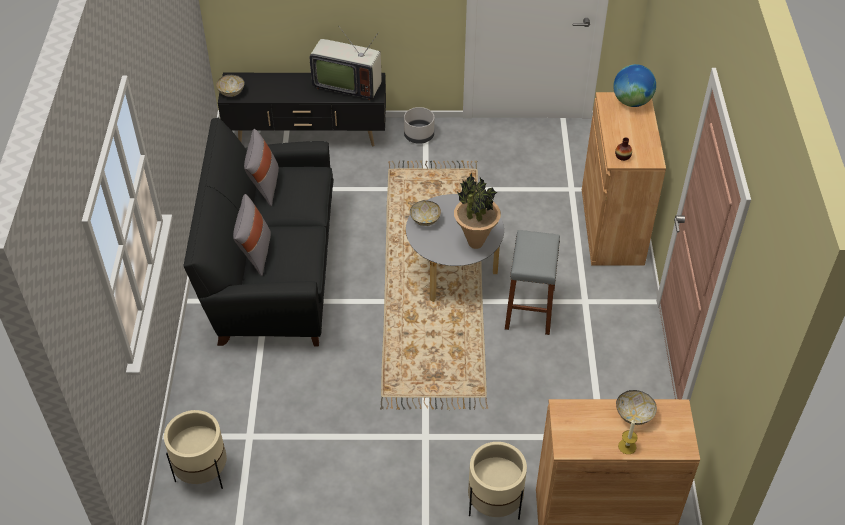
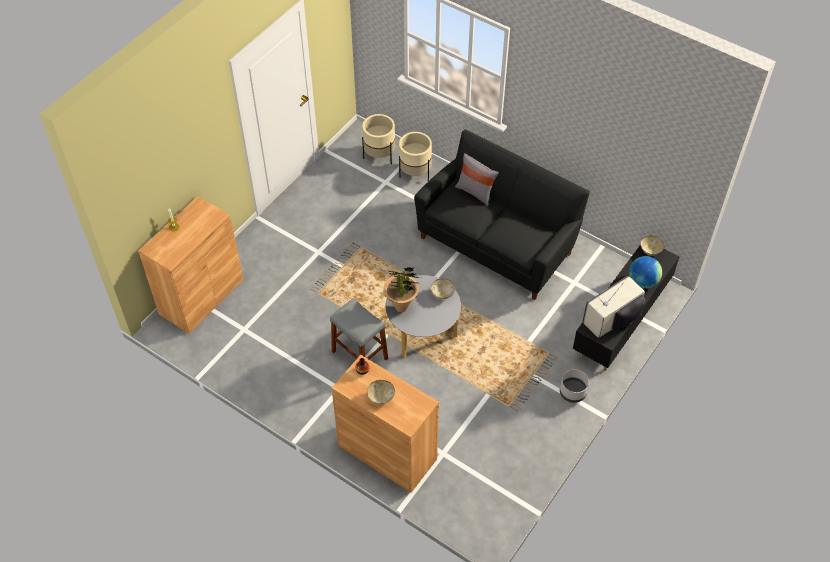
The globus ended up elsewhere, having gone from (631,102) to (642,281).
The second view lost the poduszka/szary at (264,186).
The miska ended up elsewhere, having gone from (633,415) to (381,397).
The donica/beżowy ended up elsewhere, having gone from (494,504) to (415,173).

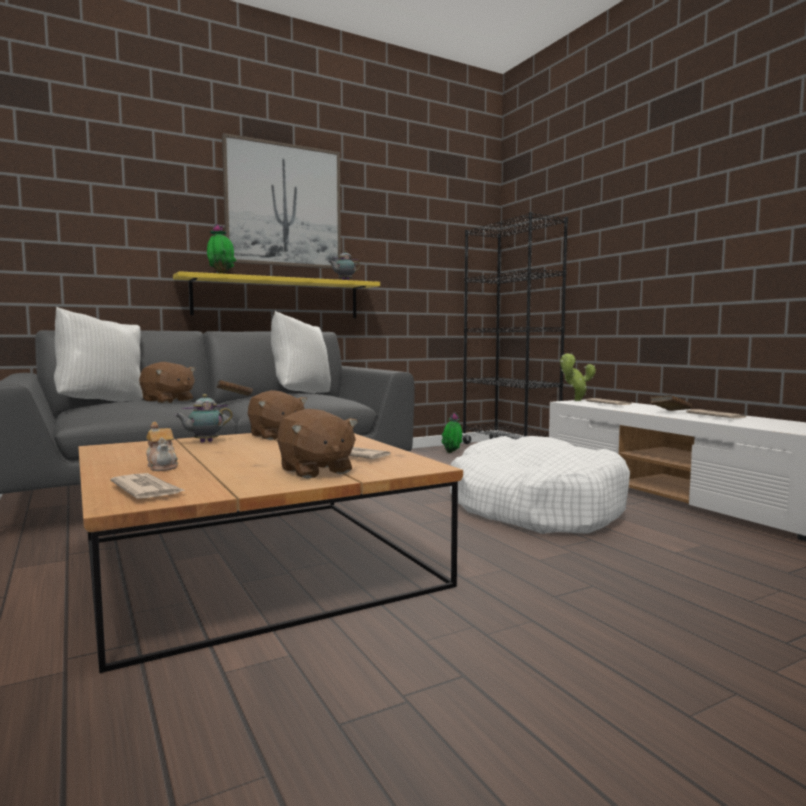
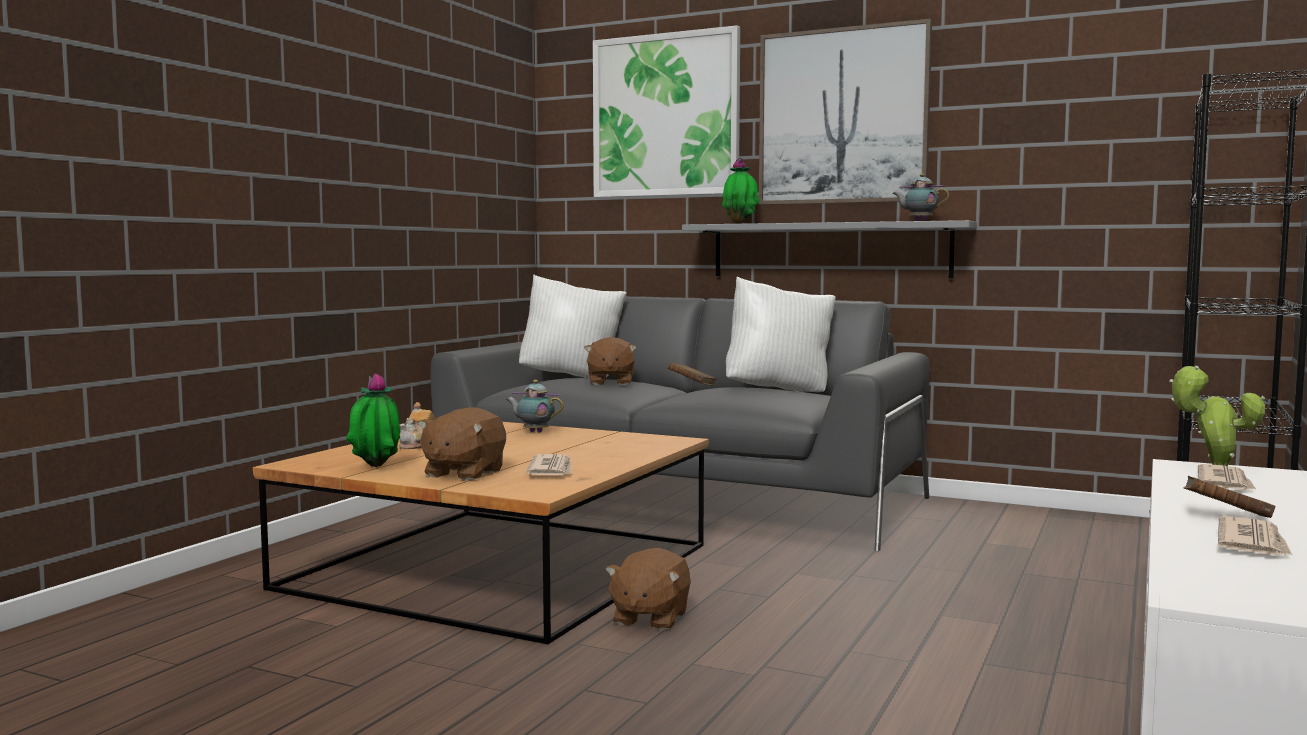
What was the półka/żółty at (278,298) turned into the półka/szary at (829,250).
The pluszak/brązowy ended up elsewhere, having gone from (276,436) to (649,618).
The roślina doniczkowa ended up elsewhere, having gone from (452,453) to (375,468).
The second view lost the legowisko/biały at (534,508).
The second view lost the gazeta at (147,490).
The second view gained the obraz at (666,115).

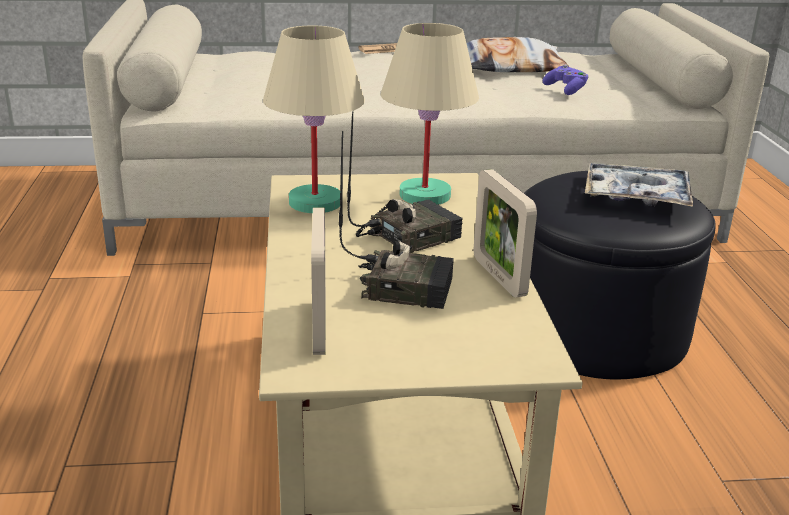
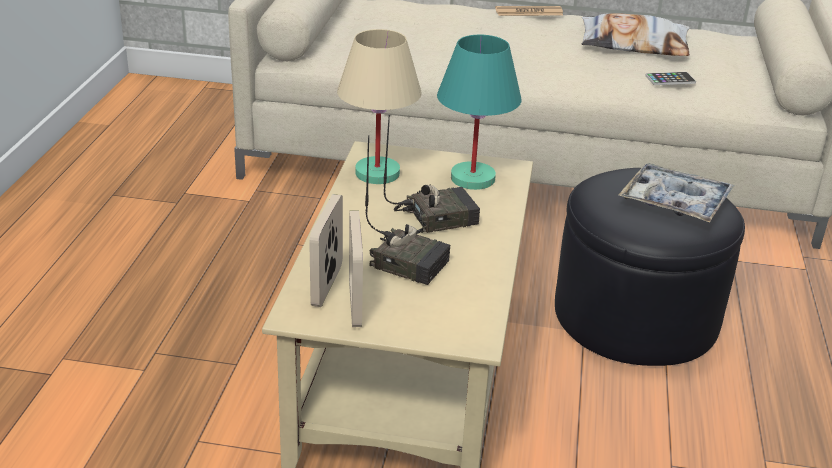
What was the lampa stołowa/beżowy at (425,195) turned into the lampa stołowa/turkusowy at (473,178).
Where the pad do gier/fioletowy stood at (566,90), the telefon came to stand at (670,79).
The ramka na zdjęcie ended up elsewhere, having gone from (499,277) to (355,304).

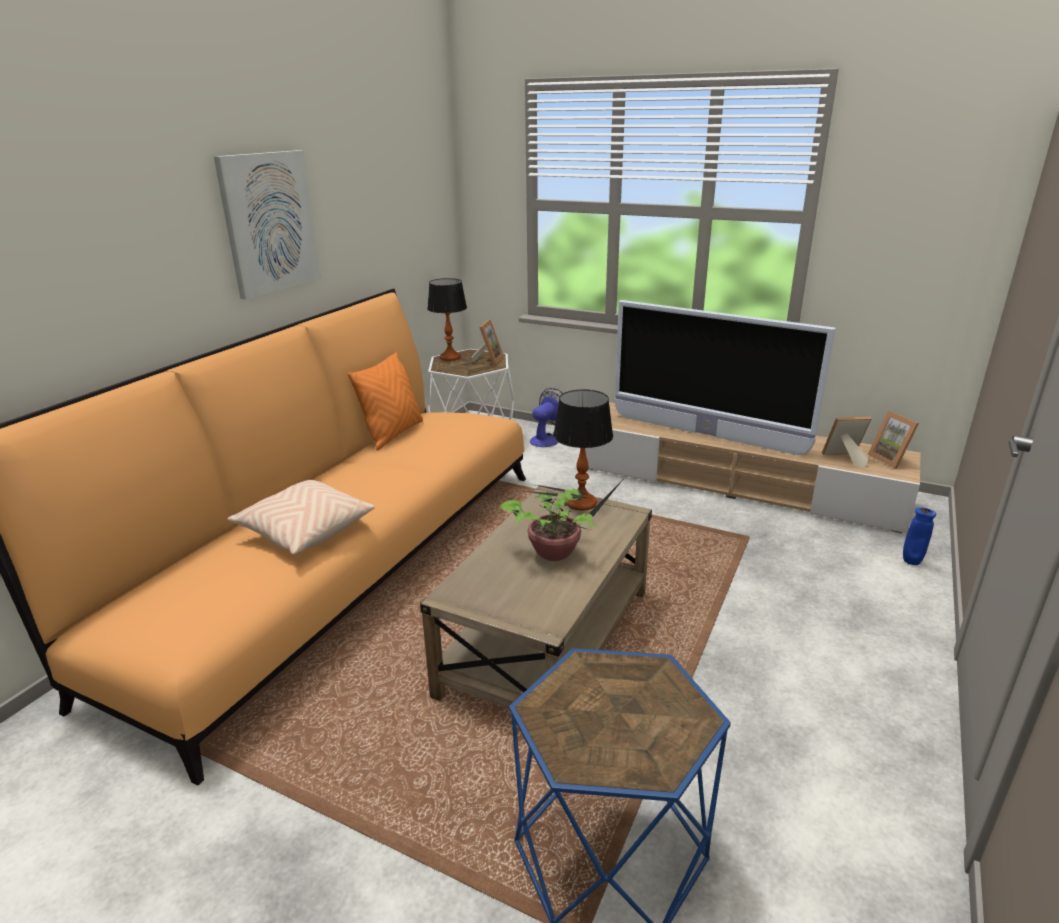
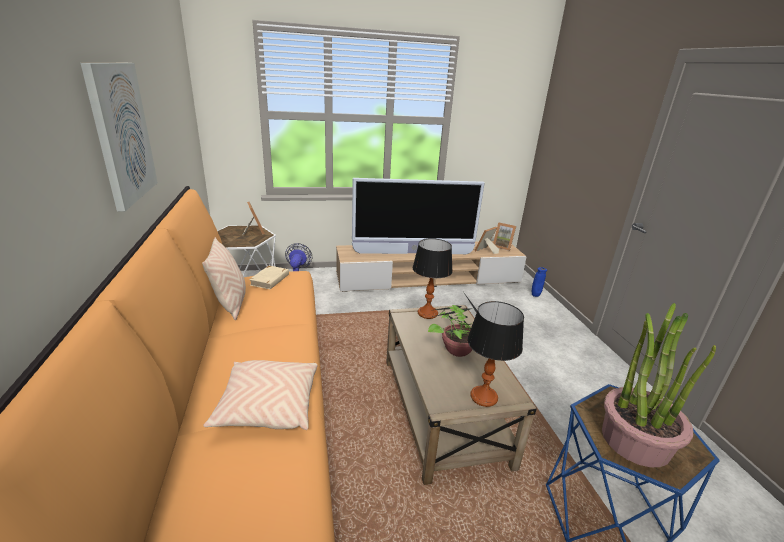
The lampa stołowa ended up elsewhere, having gone from (450,357) to (484,397).
What was the poduszka/pomarańczowy at (392,434) turned into the poduszka/beżowy at (230,303).
The second view gained the książka/beżowy at (270,280).
The second view gained the roślina doniczkowa at (635,439).

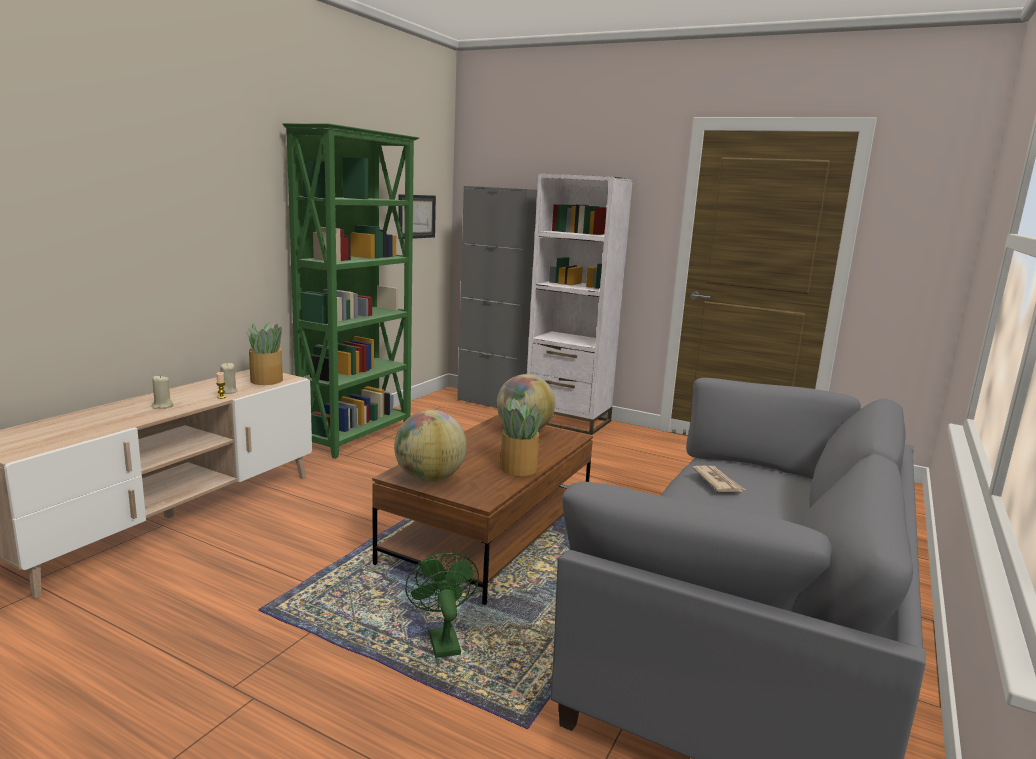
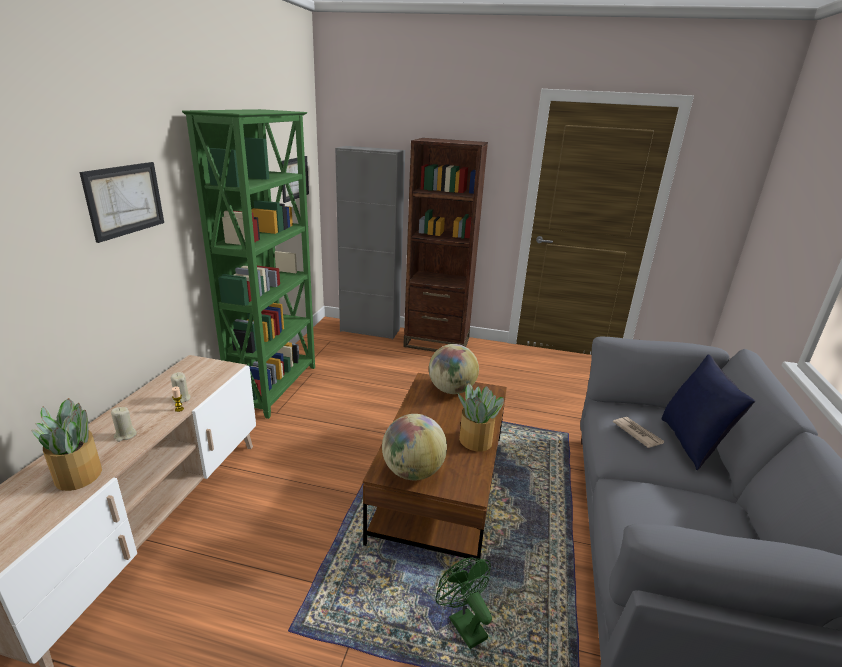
What was the regał/biały at (567,420) turned into the regał/brązowy at (437,342).
The roślina doniczkowa ended up elsewhere, having gone from (267,380) to (79,474).
The second view gained the obraz at (125,200).
The second view gained the poduszka/niebieski at (691,443).

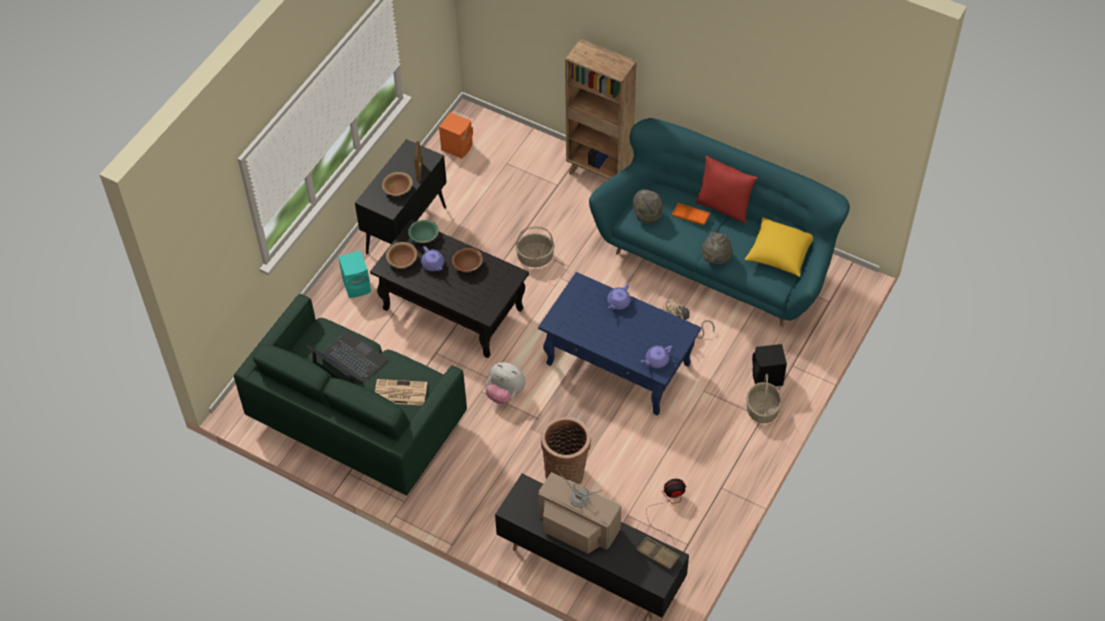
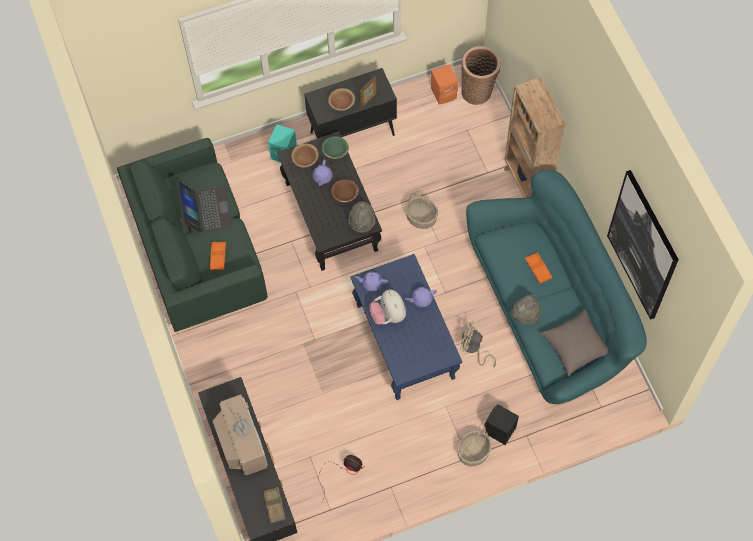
The second view lost the poduszka/czerwony at (723,207).
The kapelusz/szary ended up elsewhere, having gone from (647,214) to (362,223).
What was the poduszka/żółty at (779,255) turned into the poduszka/szary at (575,347).
The imbryk/fioletowy ended up elsewhere, having gone from (656,361) to (371,283).
The pluszak ended up elsewhere, having gone from (505,393) to (388,315).
Where the gazeta stood at (399,393), the taca/pomarańczowy came to stand at (218,257).
The koszyk ended up elsewhere, having gone from (566,472) to (478,91).
The second view gained the obraz at (643,246).

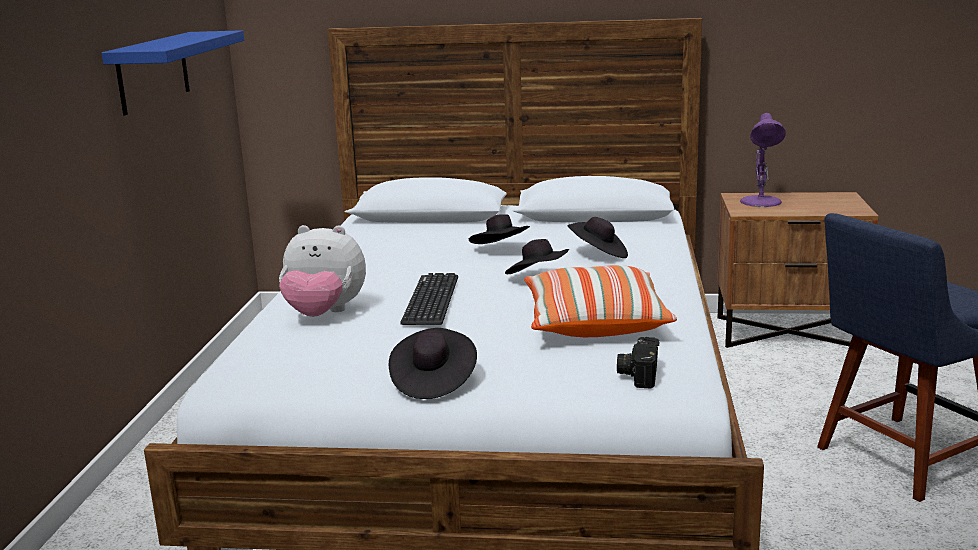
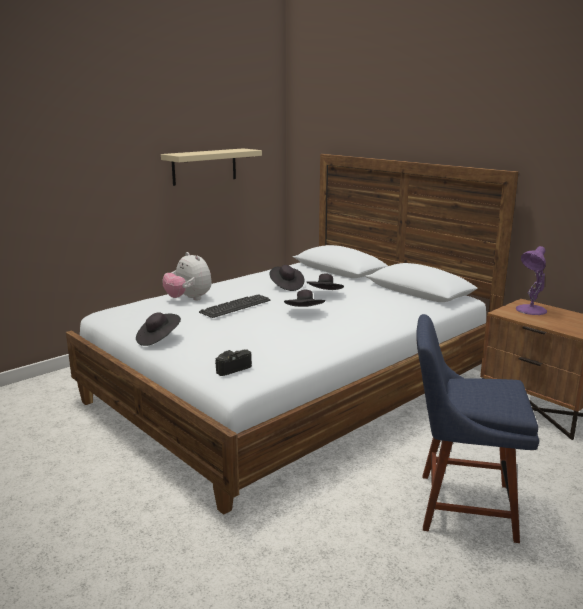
What was the półka/niebieski at (153,72) turned into the półka/beżowy at (204,166).
The kapelusz/czarny ended up elsewhere, having gone from (598,254) to (286,286).
The second view lost the poduszka at (594,323).

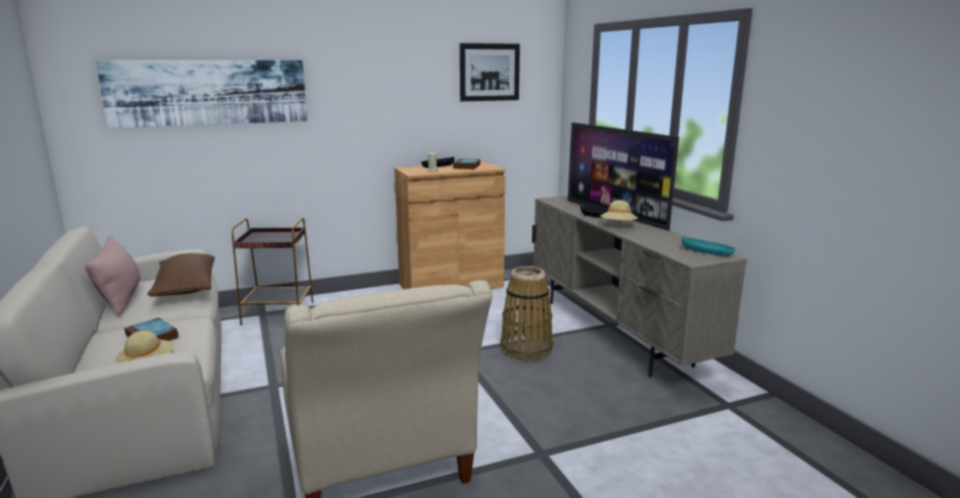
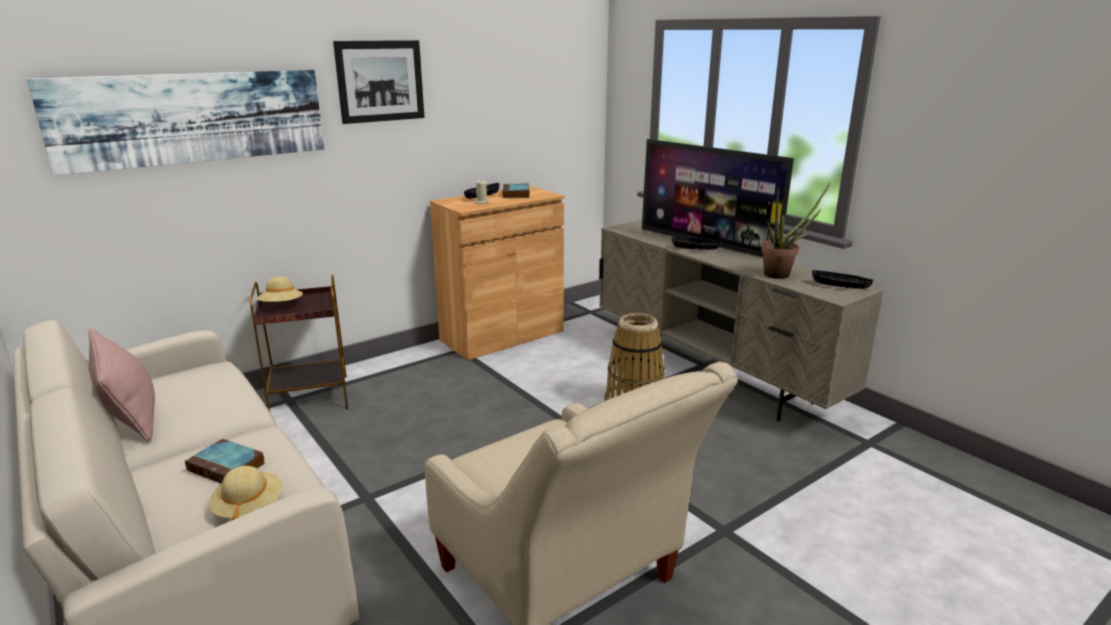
The obraz ended up elsewhere, having gone from (489,72) to (380,81).
The kapelusz/beżowy ended up elsewhere, having gone from (618,226) to (282,306).
What was the miska/turkusowy at (706,252) turned into the miska/czarny at (840,286).
The second view lost the poduszka/brązowy at (186,288).
The second view gained the roślina doniczkowa at (782,274).

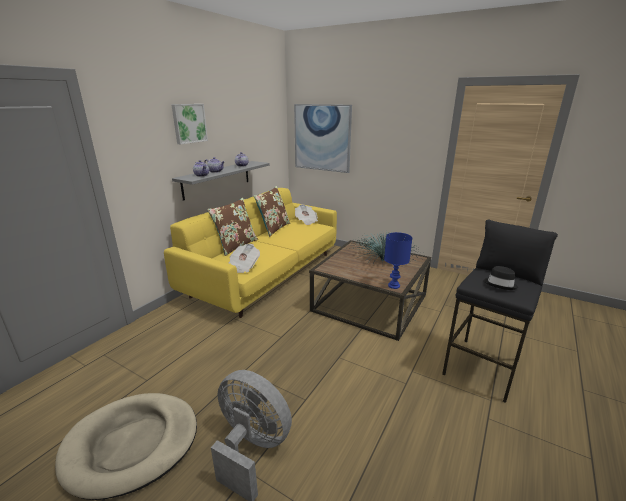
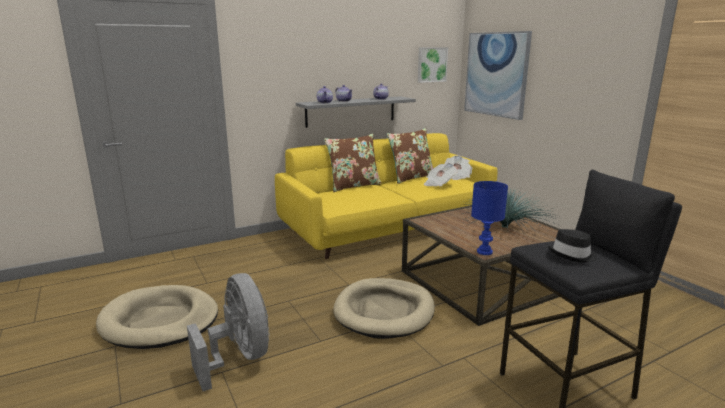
The obraz ended up elsewhere, having gone from (189,123) to (431,64).
The gazeta ended up elsewhere, having gone from (243,267) to (439,183).
The second view gained the legowisko/beżowy at (384,311).

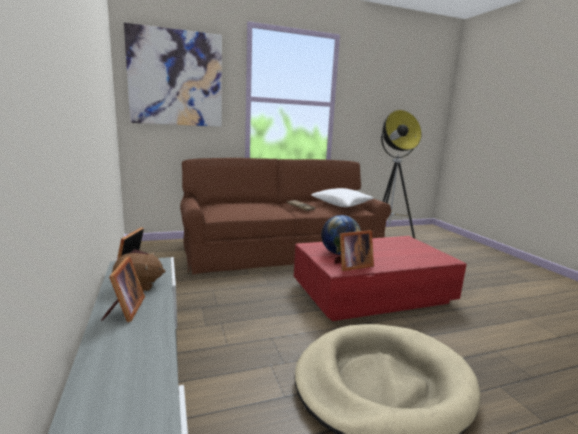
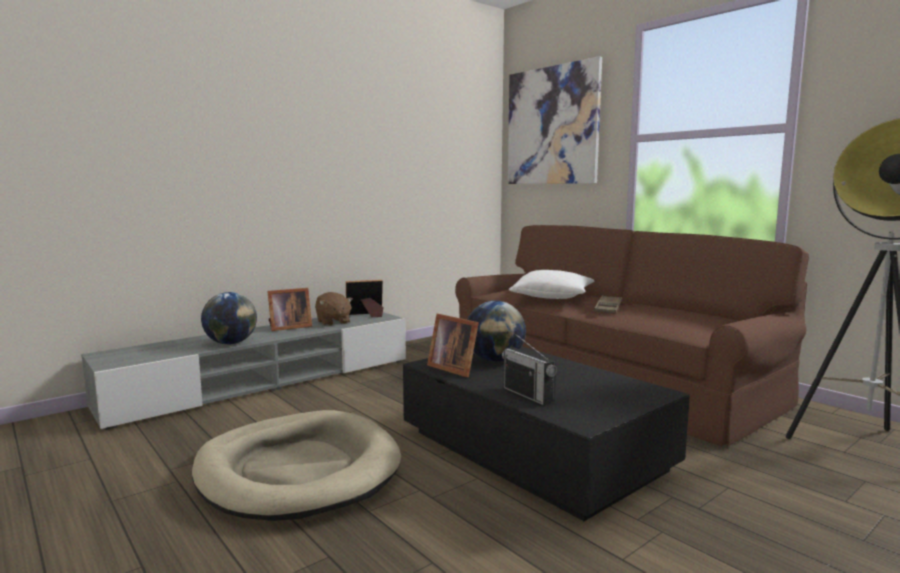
The poduszka/biały ended up elsewhere, having gone from (341,205) to (553,297).
What was the ława/czerwony at (372,294) turned into the ława/czarny at (534,451).
The second view gained the globus at (231,343).
The second view gained the radio at (528,395).

